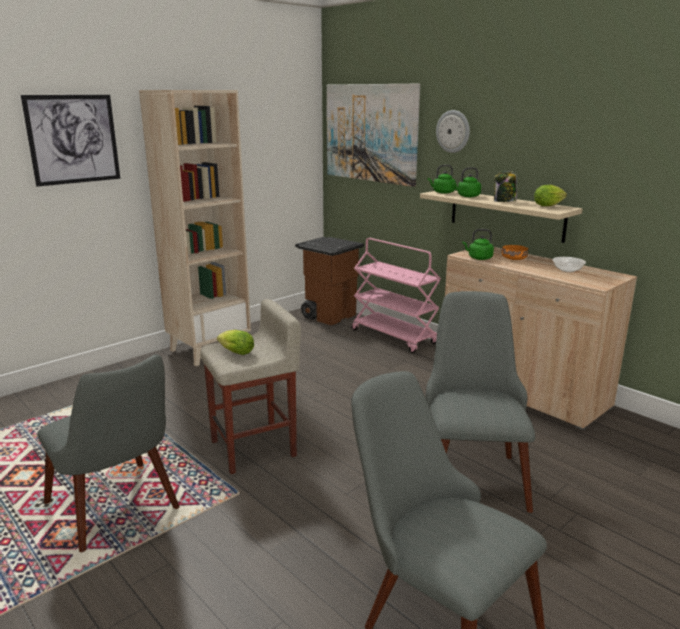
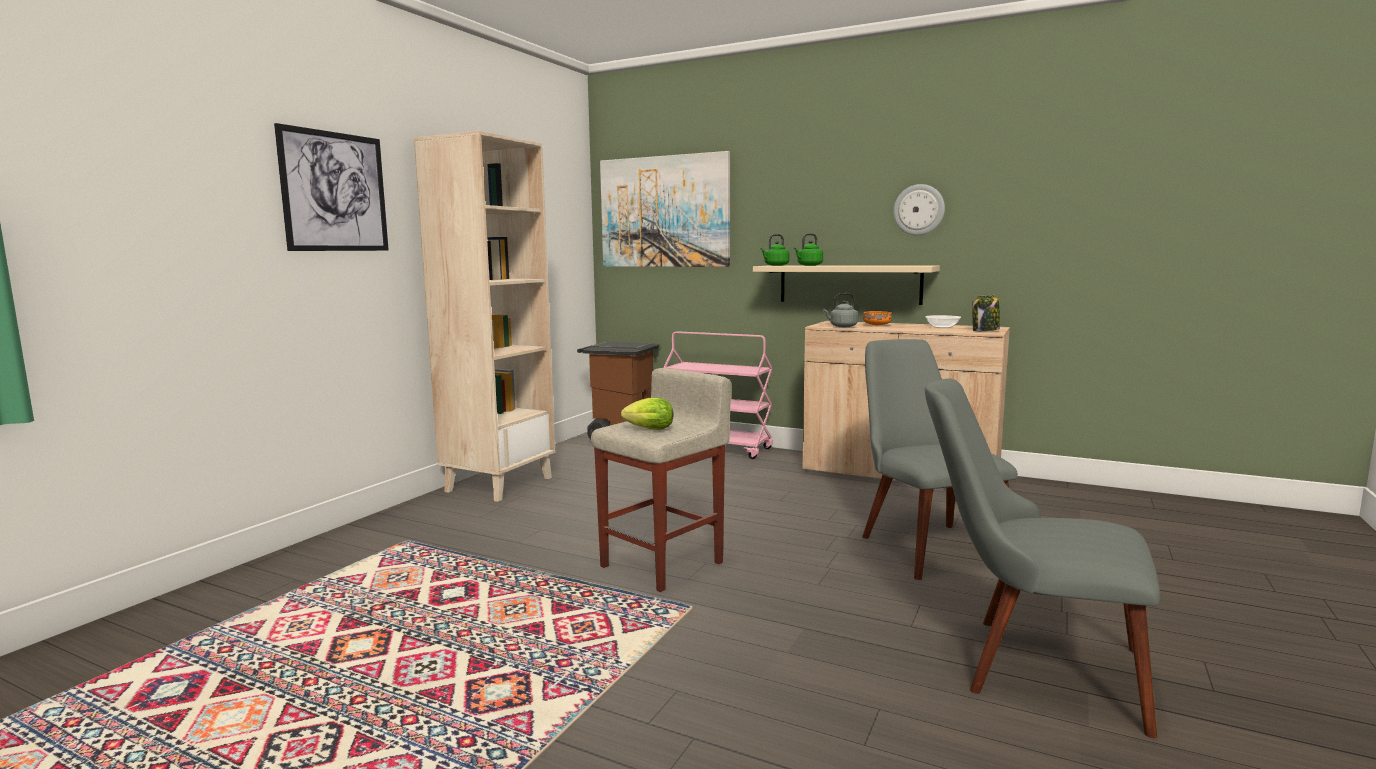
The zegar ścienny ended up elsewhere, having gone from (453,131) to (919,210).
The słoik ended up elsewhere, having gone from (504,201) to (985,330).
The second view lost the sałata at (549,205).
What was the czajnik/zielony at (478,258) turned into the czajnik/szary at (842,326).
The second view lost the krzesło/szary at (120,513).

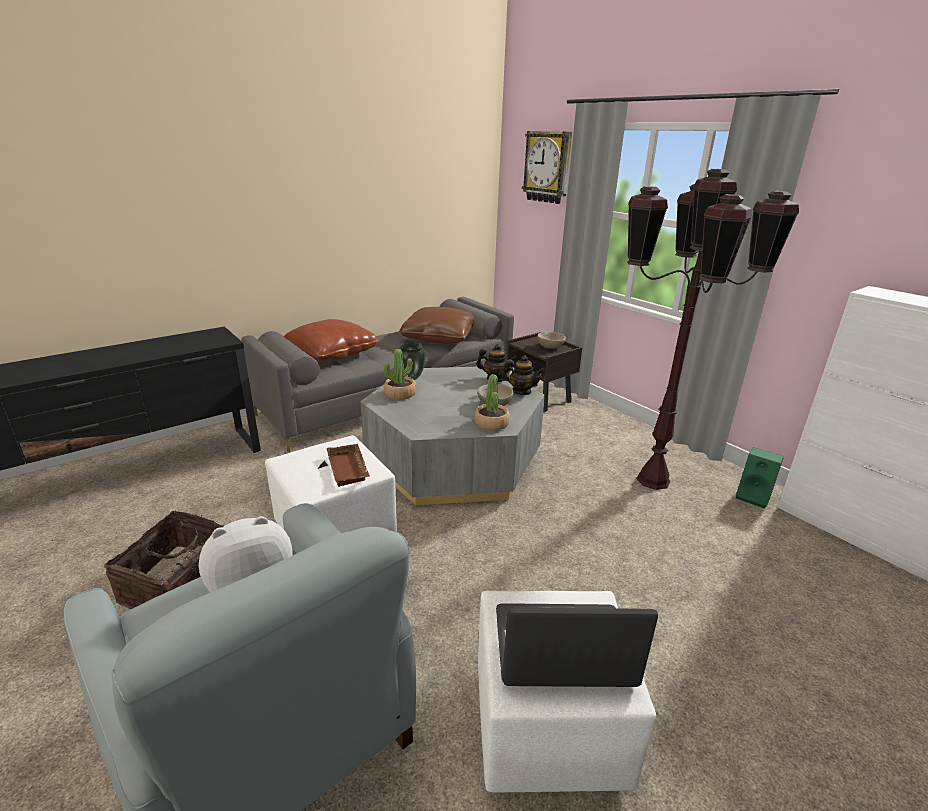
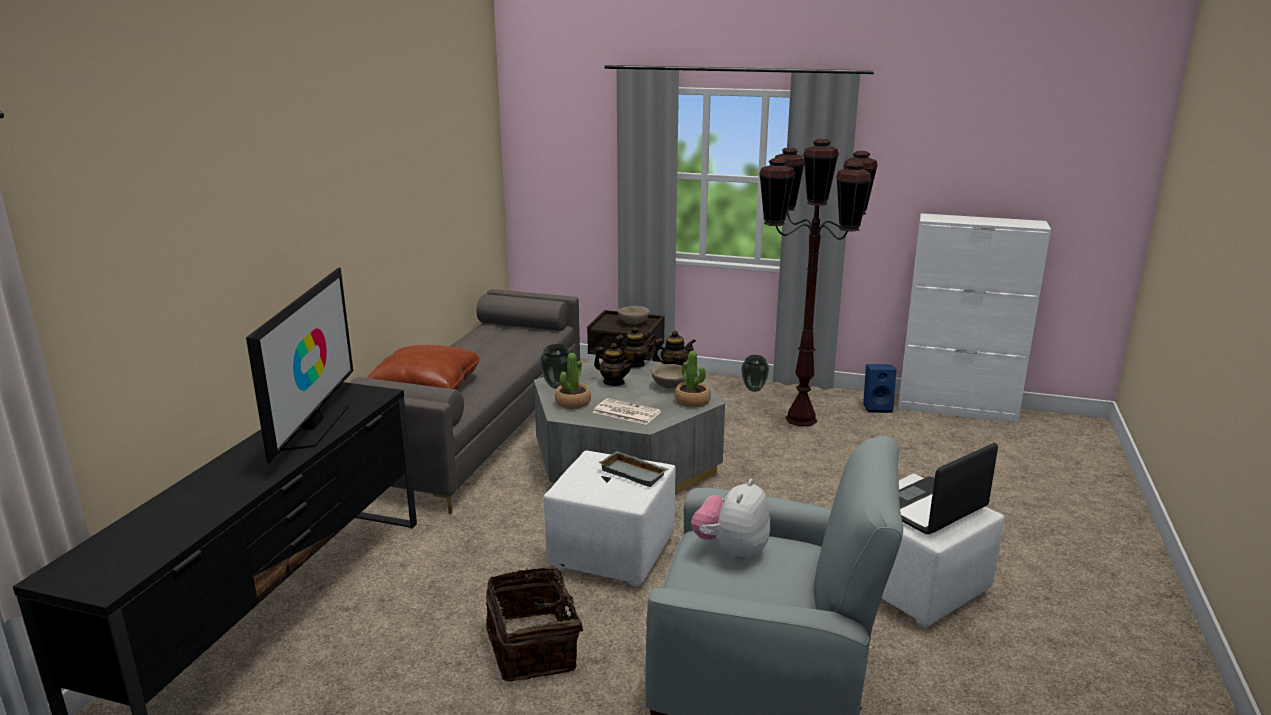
The second view lost the zegar ścienny at (548,167).
The second view lost the poduszka/brązowy at (439,338).
What was the taca/brązowy at (349,469) turned into the taca/szary at (635,473).
What was the głośnik/zielony at (754,497) turned into the głośnik/niebieski at (878,407).
The second view gained the telewizor at (313,425).
The second view gained the imbryk at (614,382).
The second view gained the wazon at (754,389).
The second view gained the gazeta at (625,412).

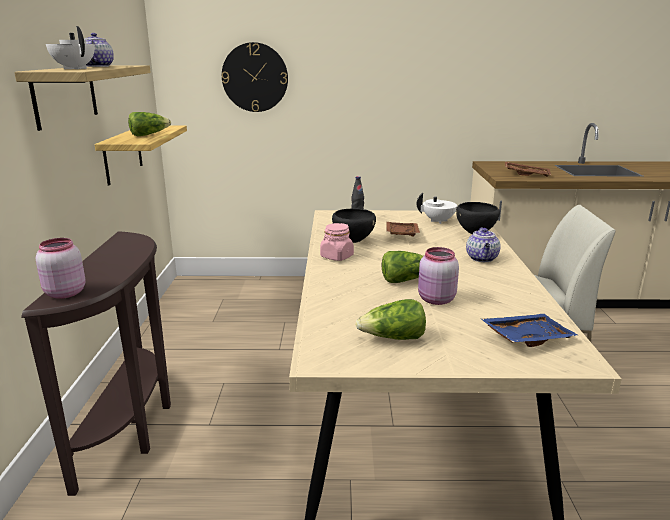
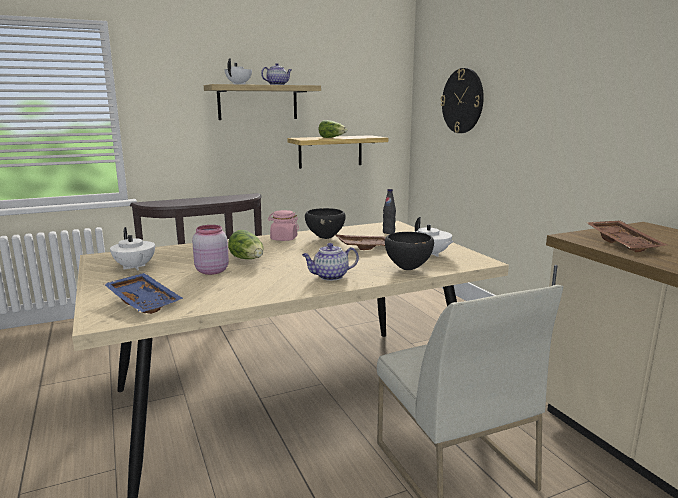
The second view lost the słoik/różowy at (64,293).
Where the sałata stood at (393,338), the imbryk/biały came to stand at (135,267).

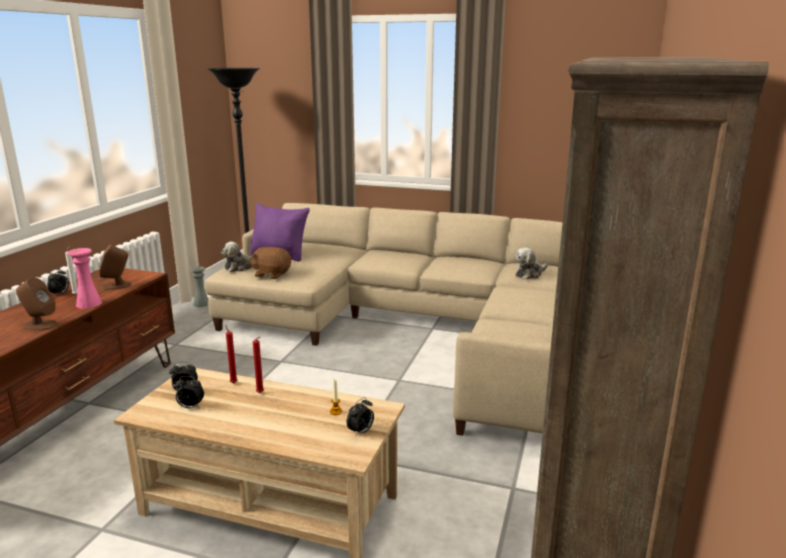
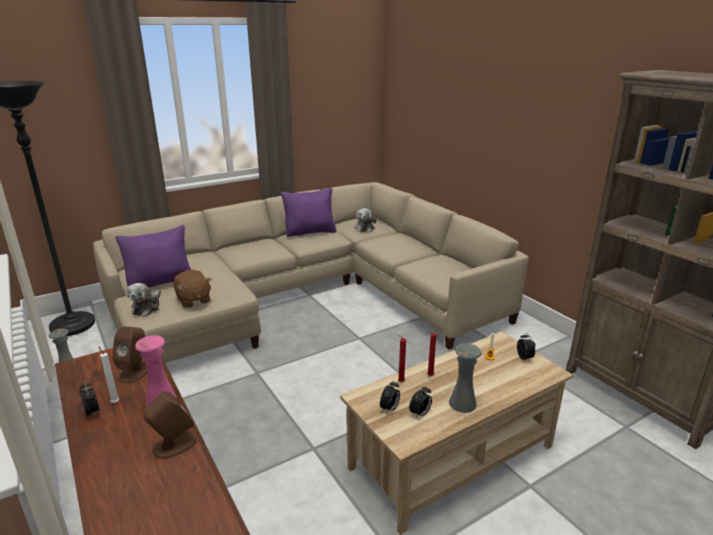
The pluszak/brązowy at (271,274) ended up facing another way, 90 degrees counterclockwise from before.
The second view gained the poduszka/fioletowy at (310,232).
The second view gained the wazon/szary at (462,403).

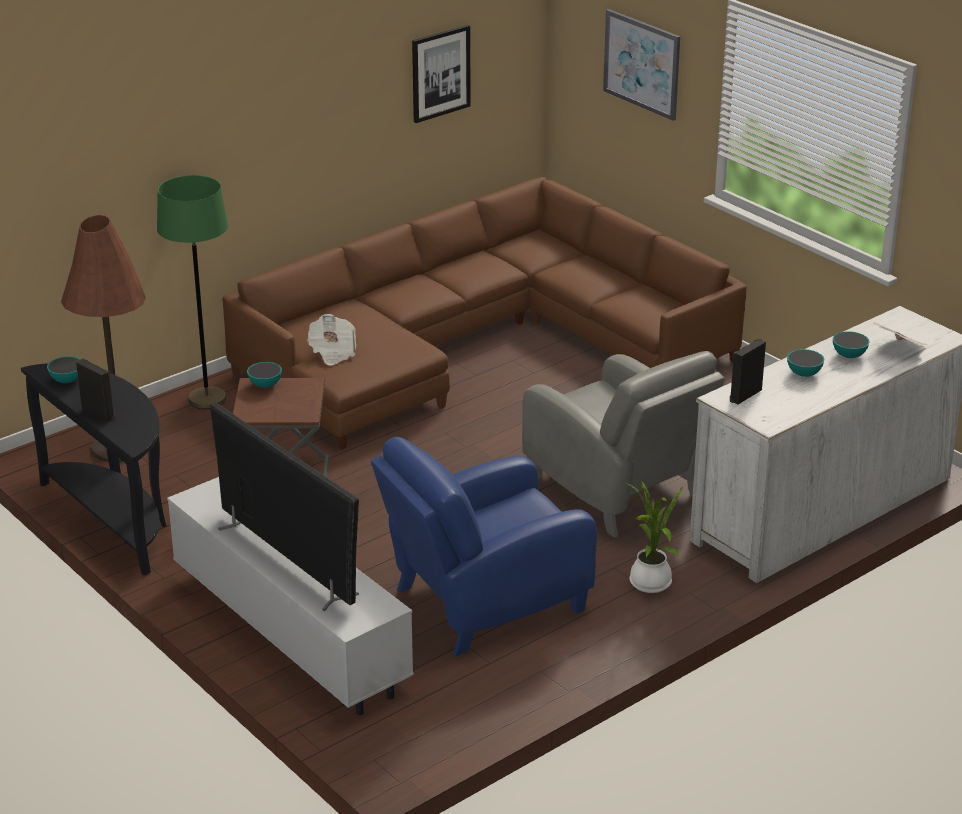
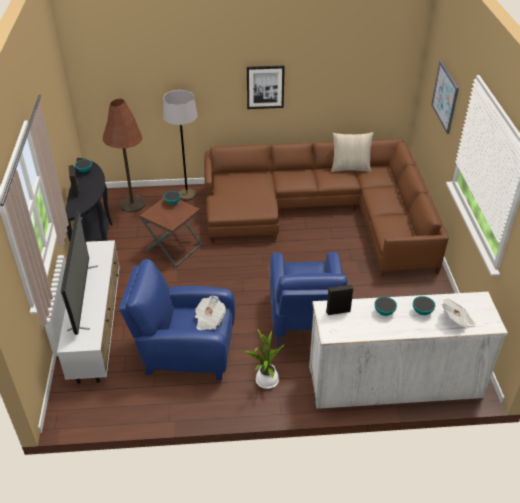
The obraz ended up elsewhere, having gone from (440,73) to (265,87).
What was the lampa stojąca/zielony at (207,399) turned into the lampa stojąca/szary at (187,195).
The gazeta ended up elsewhere, having gone from (332,352) to (209,320).
What was the fotel/szary at (618,491) turned into the fotel/niebieski at (305,321).
The second view gained the poduszka/beżowy at (350,168).

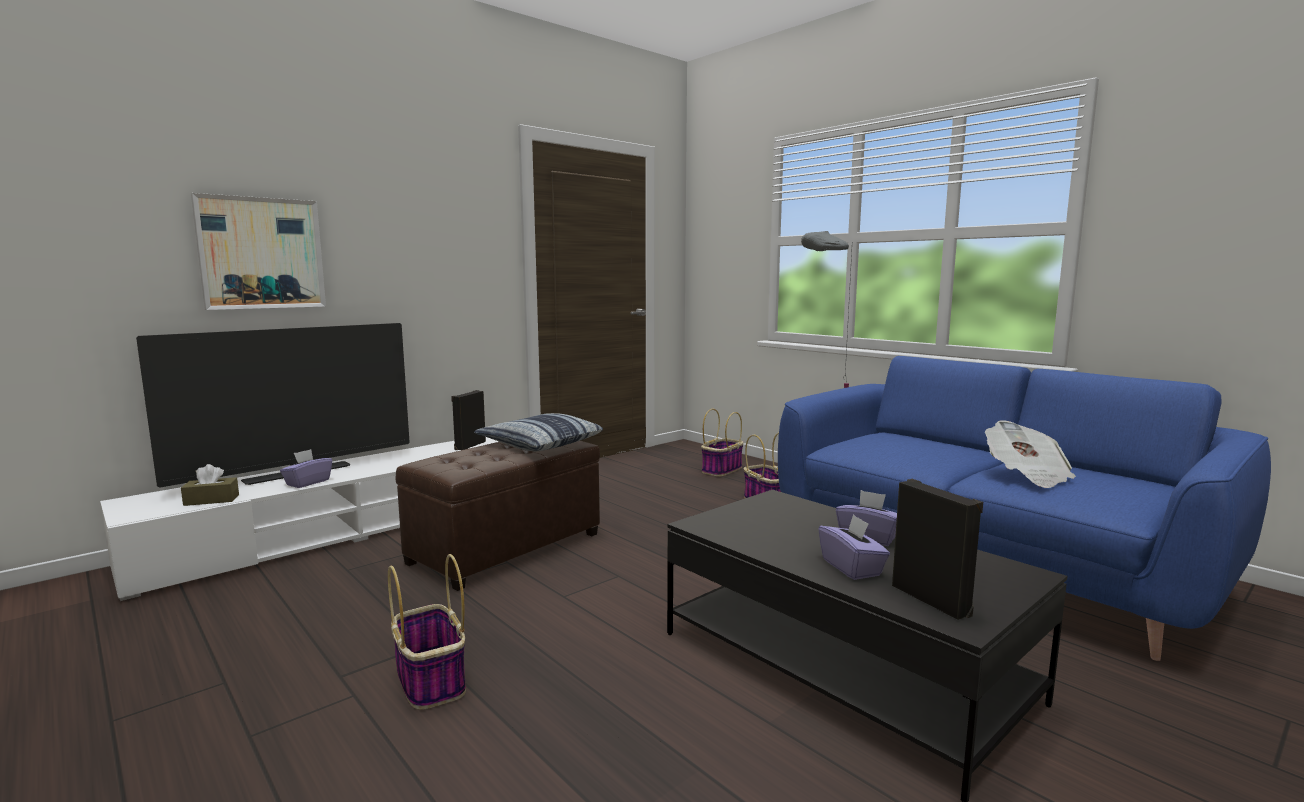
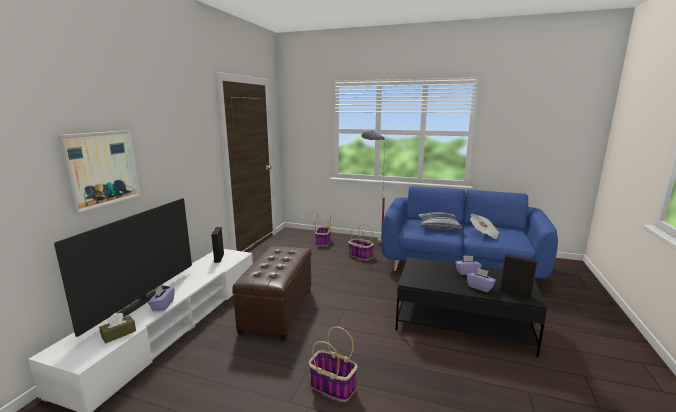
The poduszka ended up elsewhere, having gone from (539,444) to (438,226).

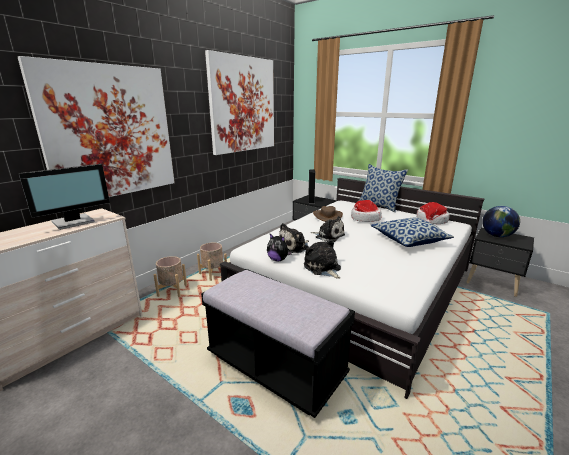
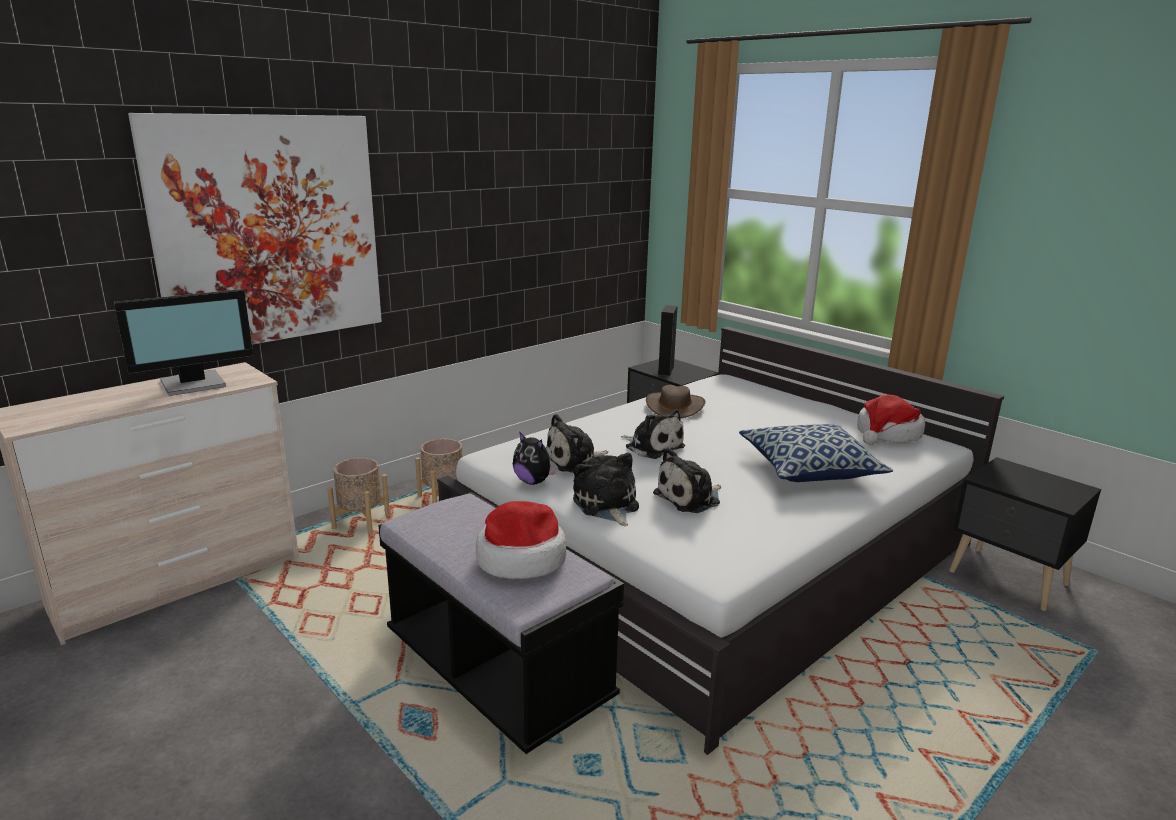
The second view lost the obraz at (243,105).
The second view lost the poduszka at (379,206).
The kapelusz ended up elsewhere, having gone from (364,218) to (521,558).
The second view lost the globus at (497,236).
The second view gained the pluszak at (690,498).

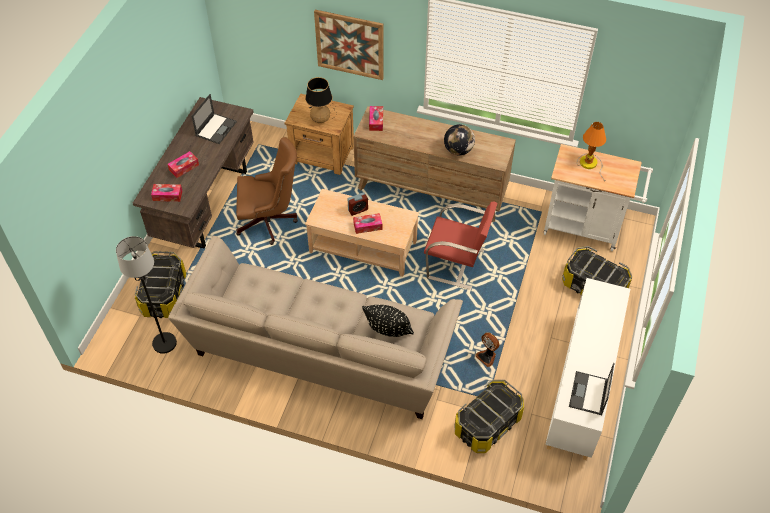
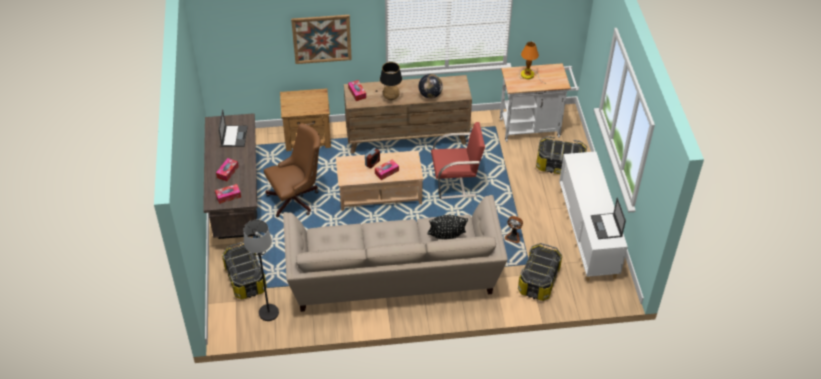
The lampa stołowa ended up elsewhere, having gone from (322,118) to (391,96).

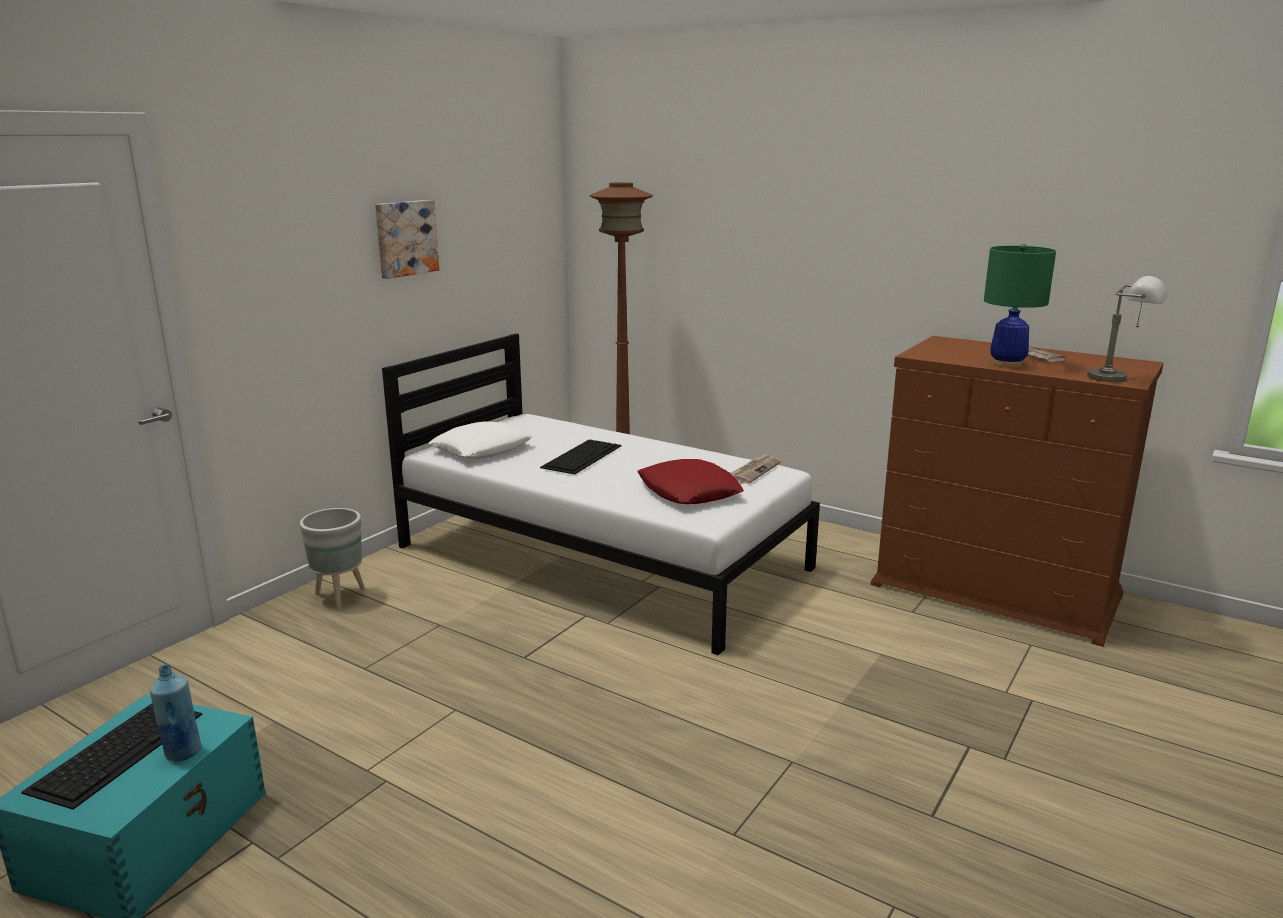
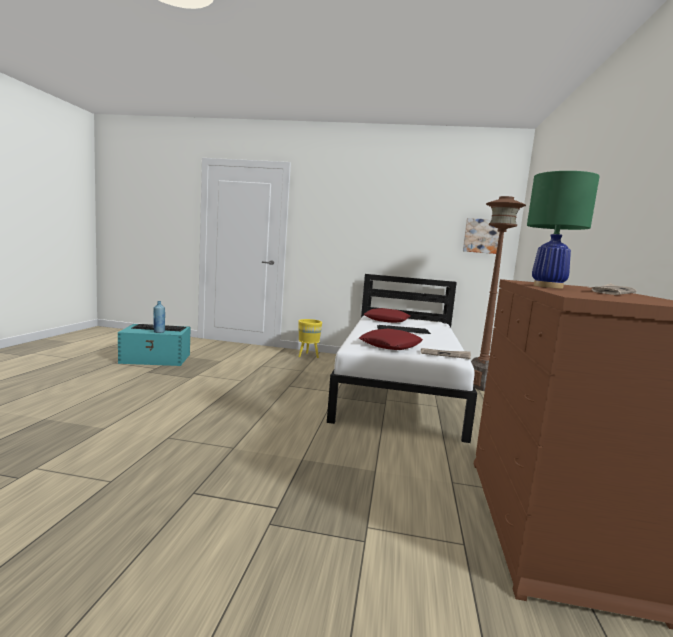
The obraz ended up elsewhere, having gone from (405,238) to (481,236).
The second view lost the lampa stołowa/szary at (1120,379).
What was the poduszka/biały at (482,449) turned into the poduszka/czerwony at (386,320).
What was the donica/szary at (339,598) turned into the donica/żółty at (307,356).

